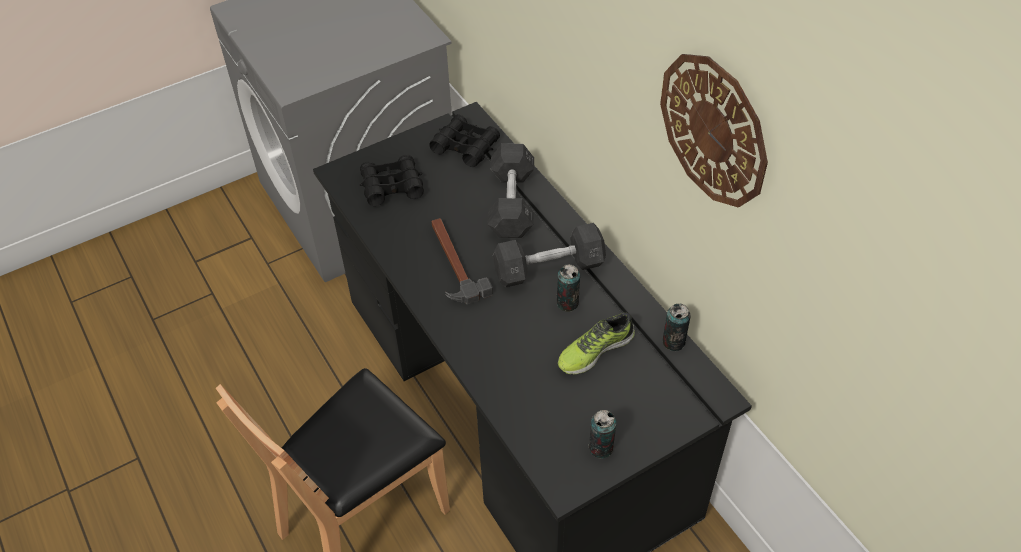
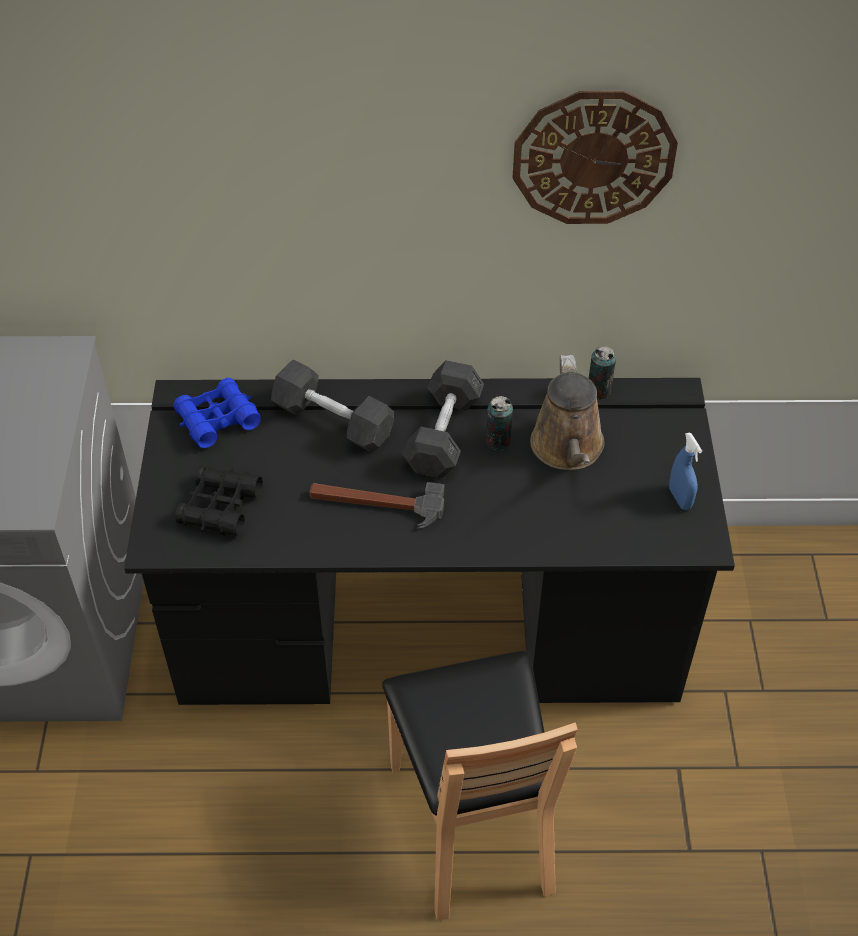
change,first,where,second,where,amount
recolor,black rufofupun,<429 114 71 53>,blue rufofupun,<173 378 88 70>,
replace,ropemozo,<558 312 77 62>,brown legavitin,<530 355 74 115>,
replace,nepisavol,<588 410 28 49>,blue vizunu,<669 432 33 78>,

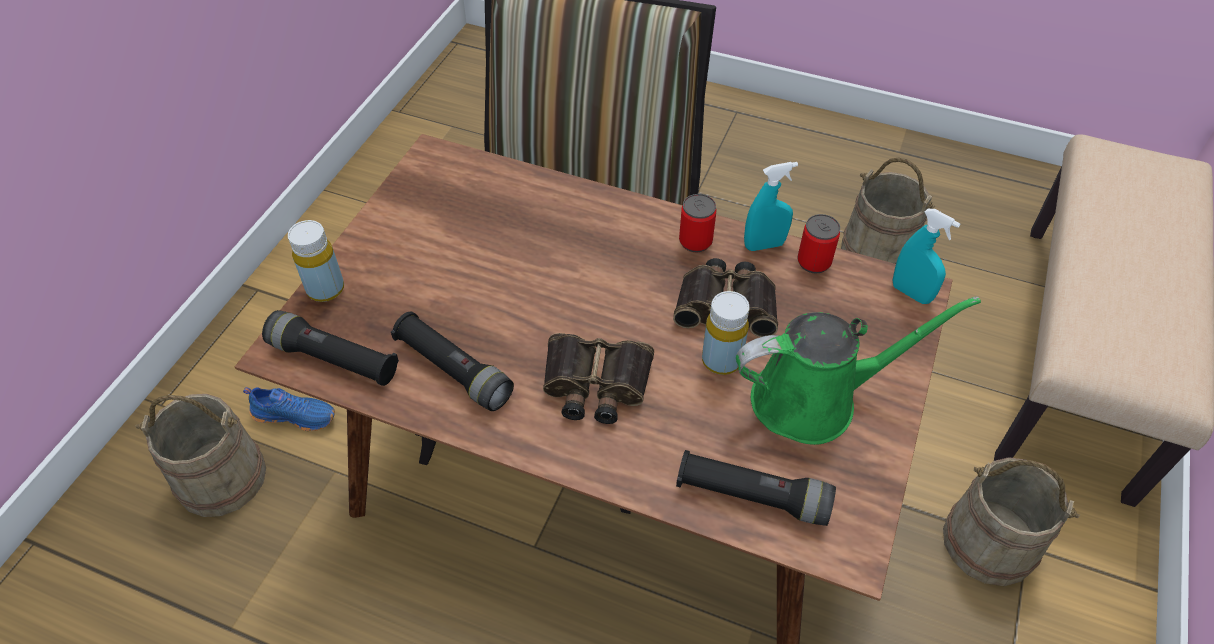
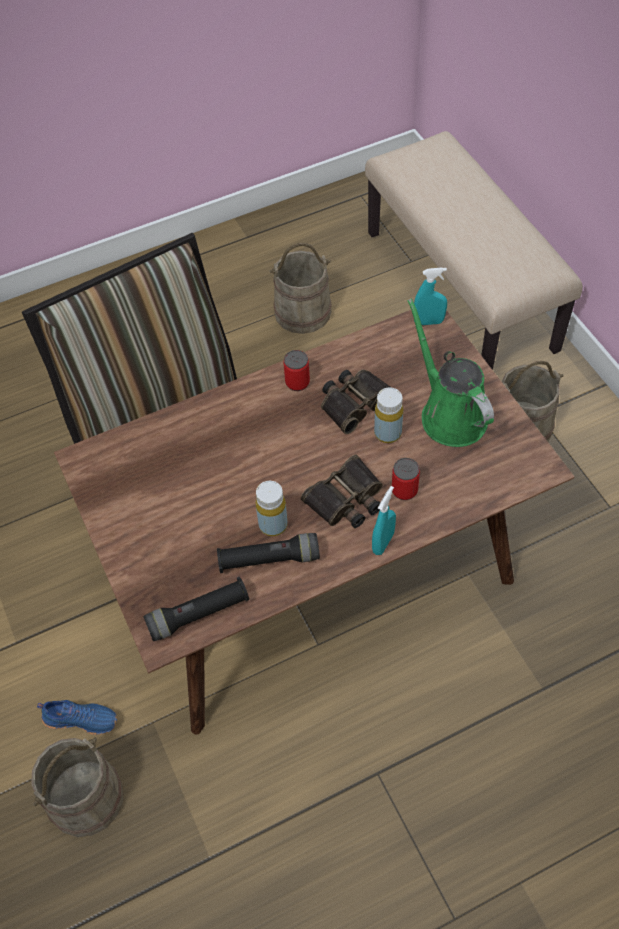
change,first,where,second,where,amount
move,turquoise vizunu,<744 162 54 89>,,<372 486 24 69>,
move,nepisavol,<798 214 42 60>,,<392 458 28 42>,
move,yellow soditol,<288 220 56 82>,,<256 481 32 55>,
rotate,green legavitin,<736 296 245 149>,,<407 298 87 149>,60 degrees counterclockwise
rotate,blue ropemozo,<243 387 92 44>,,<37 700 80 35>,45 degrees clockwise
delete,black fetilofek,<676 450 160 76>,,,

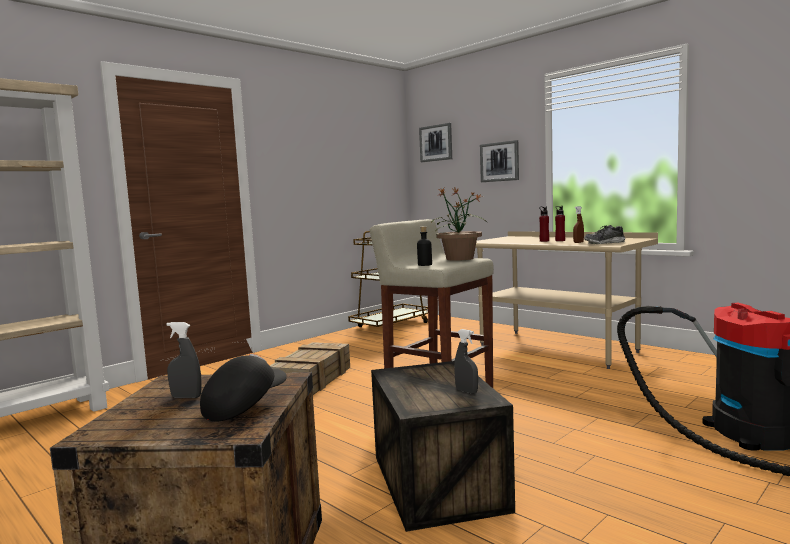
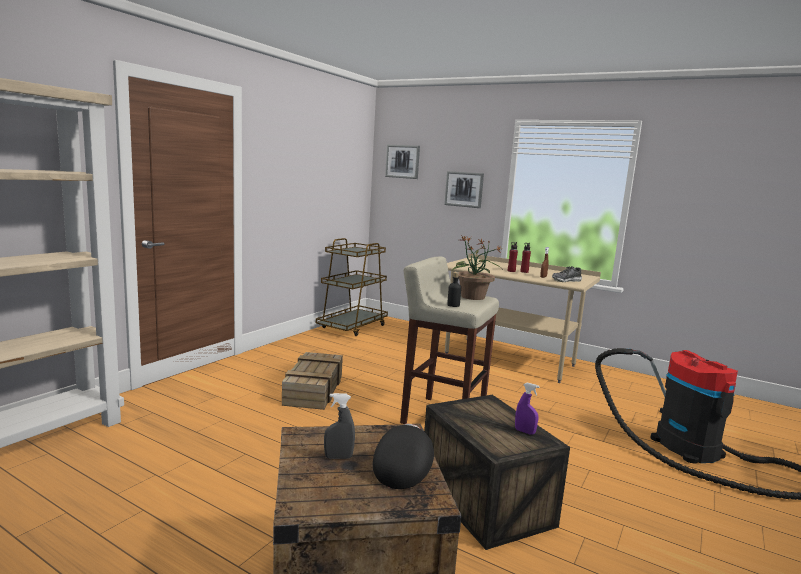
change,first,where,second,where,amount
recolor,grey vizunu,<454 329 24 65>,purple vizunu,<515 383 25 52>,

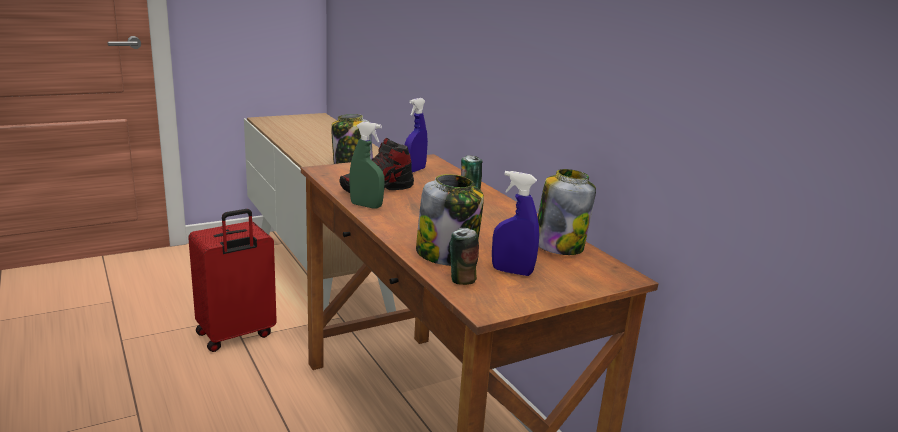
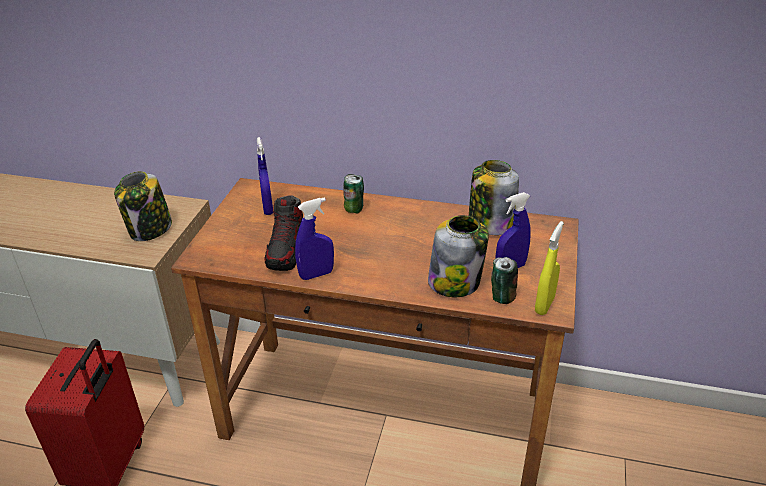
change,first,where,second,where,amount
recolor,green vizunu,<349 122 36 86>,blue vizunu,<295 197 39 83>,
insert,,,yellow vizunu,<535 221 29 94>,

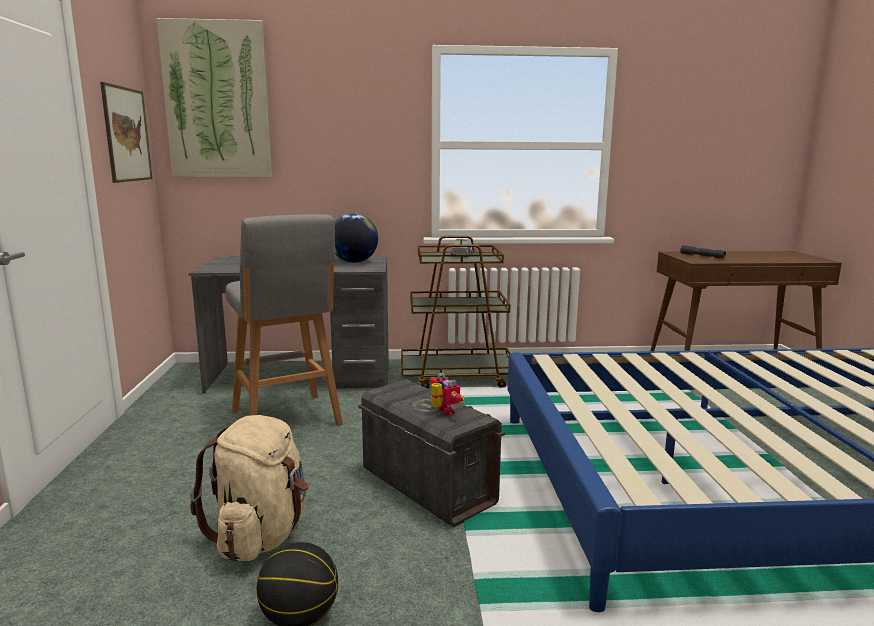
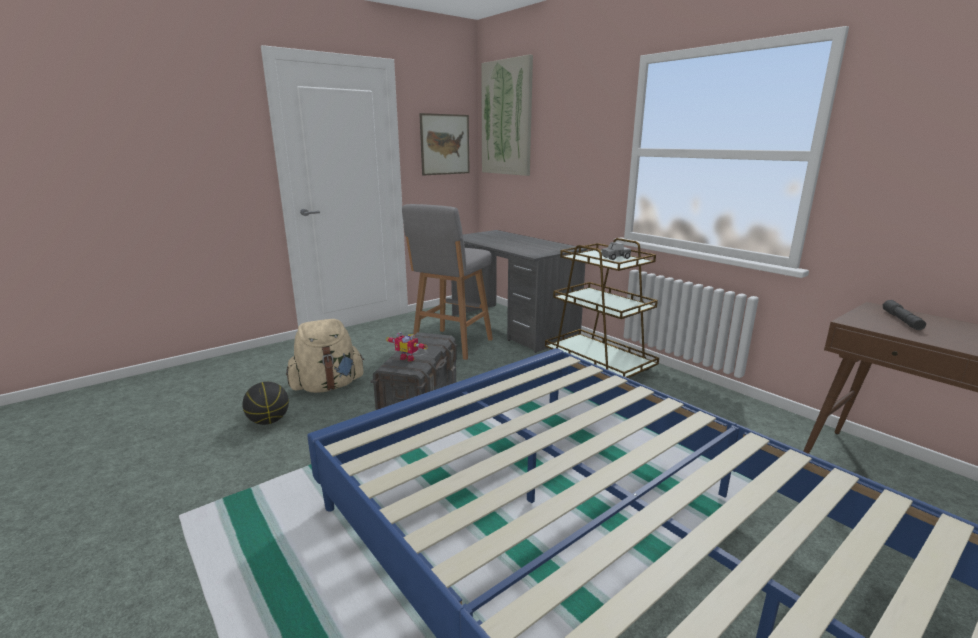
change,first,where,second,where,amount
delete,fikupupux,<334 213 44 50>,,,
rotate,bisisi,<430 373 34 43>,,<386 332 42 30>,90 degrees clockwise

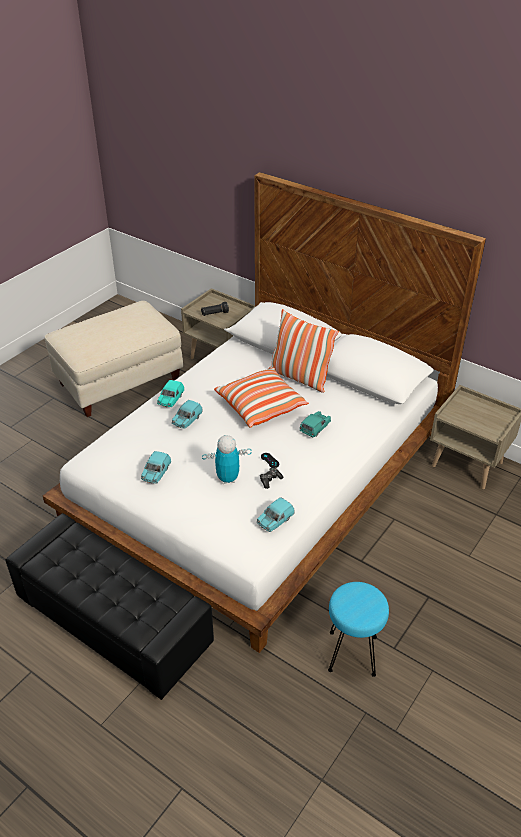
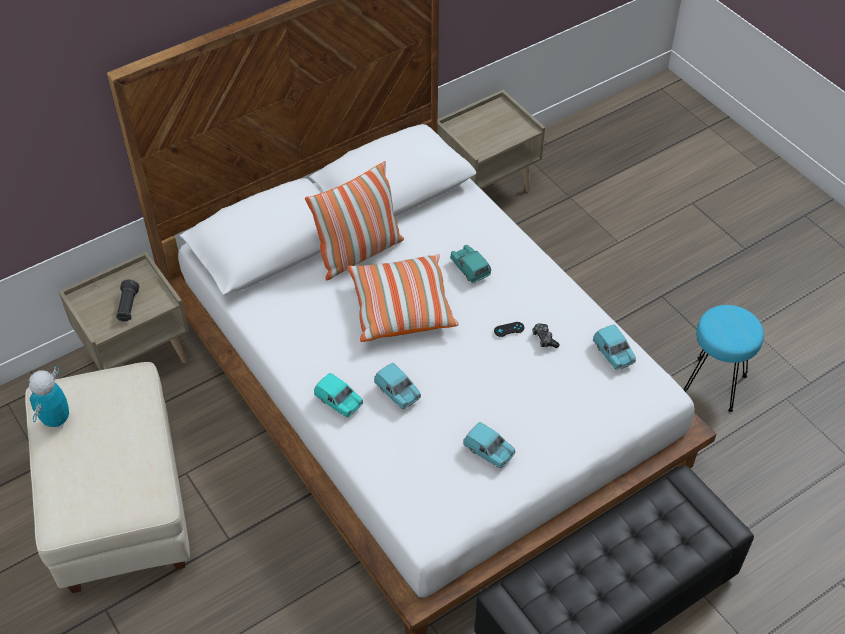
change,first,where,second,where,amount
move,bisisi,<202 435 49 49>,,<29 366 40 62>,

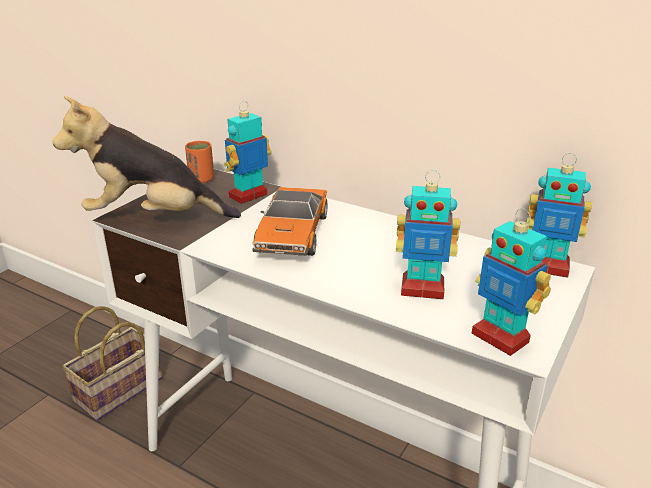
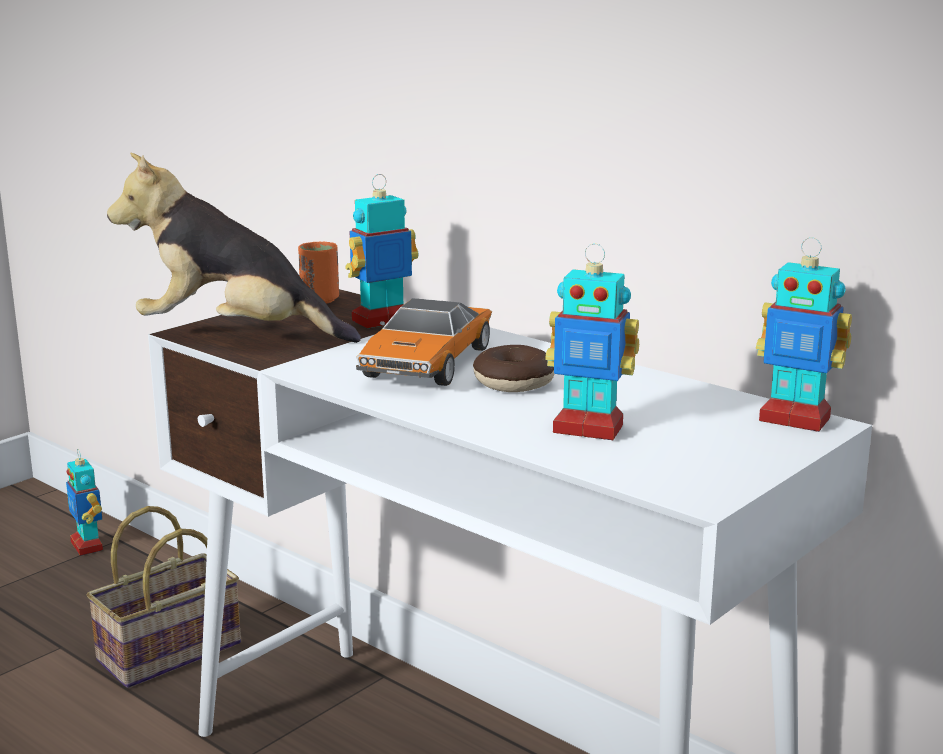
change,first,where,second,where,amount
move,bisisi,<472 208 79 148>,,<66 449 37 107>,
insert,,,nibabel,<473 345 81 47>,

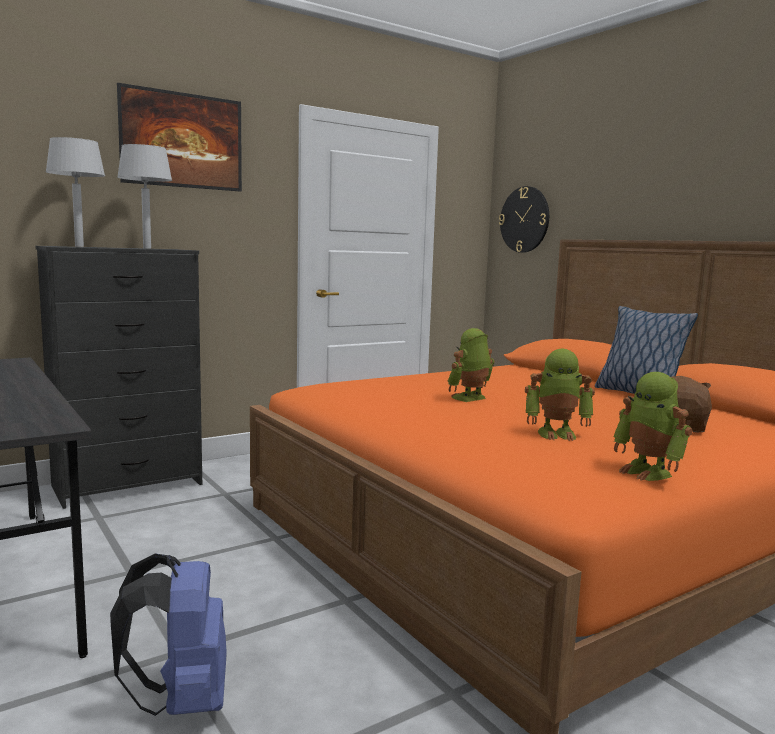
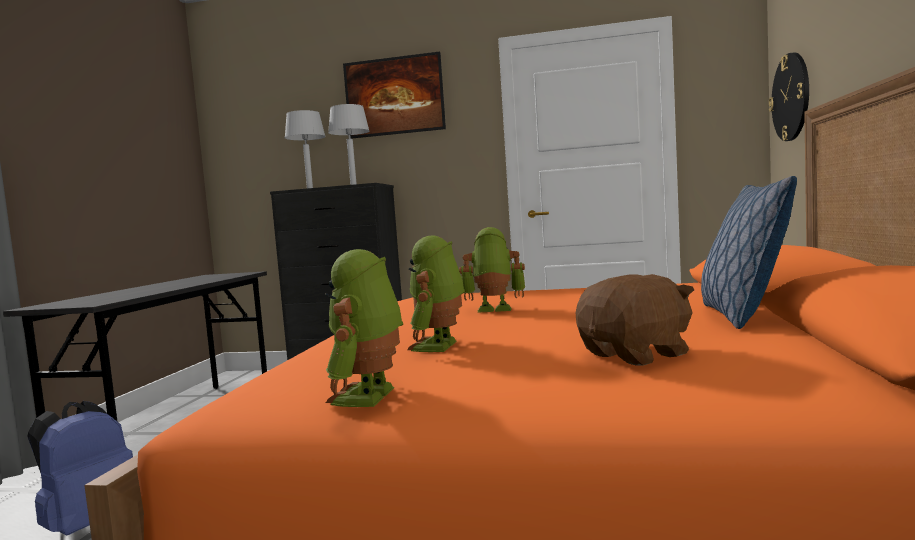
change,first,where,second,where,amount
rotate,bisisi,<525 348 70 93>,,<407 235 58 117>,60 degrees clockwise

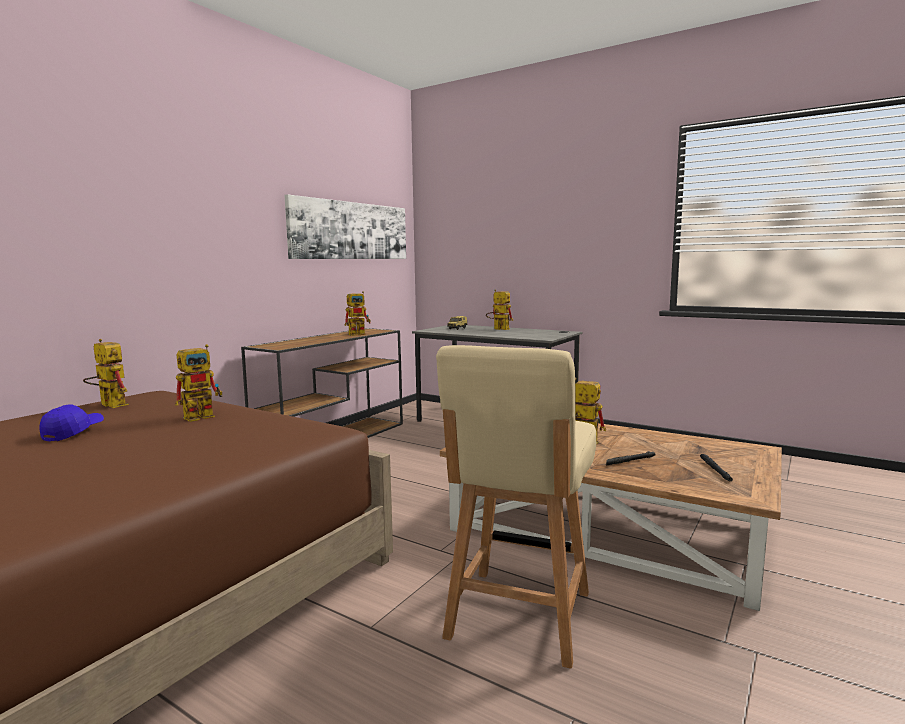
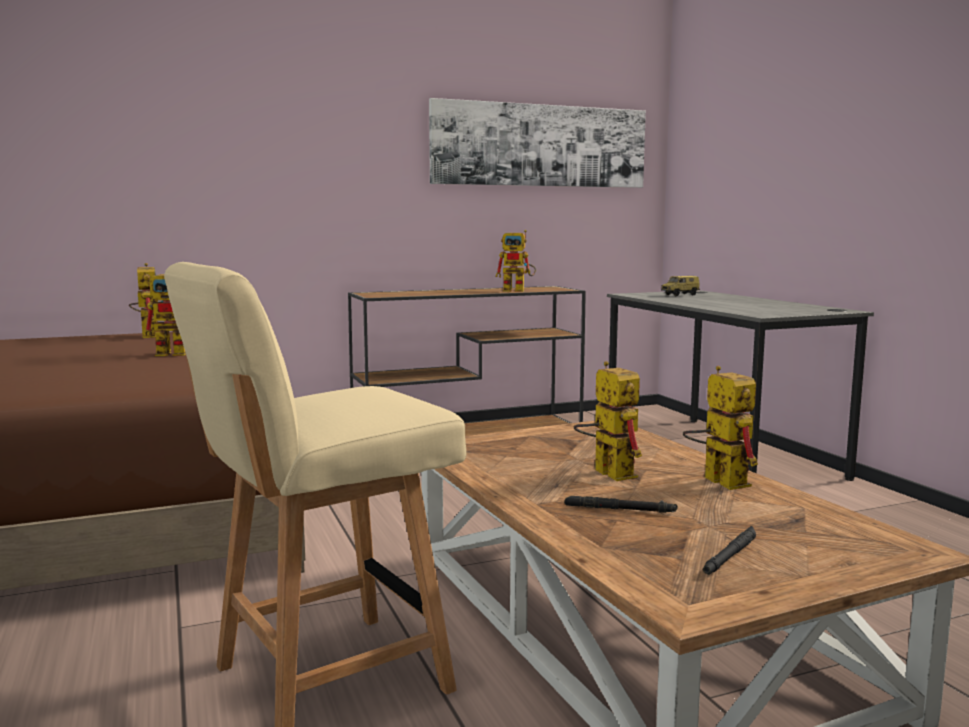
change,first,where,second,where,amount
move,bisisi,<486 289 27 41>,,<683 366 75 124>,
delete,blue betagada,<39 404 65 37>,,,

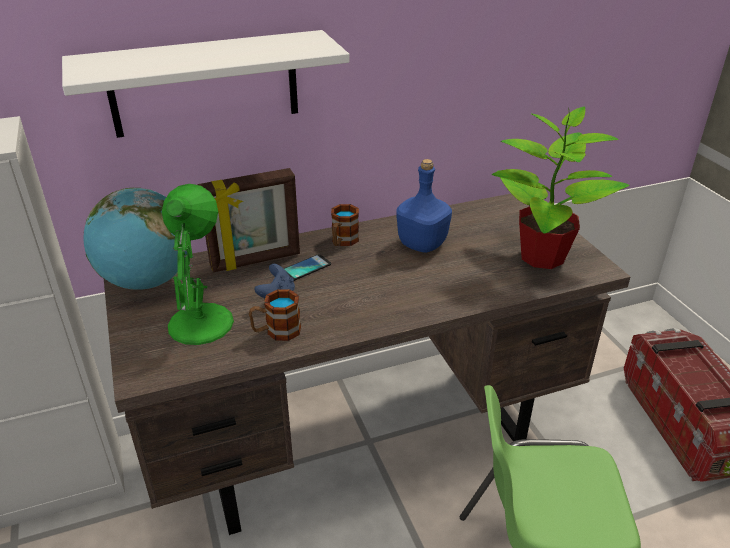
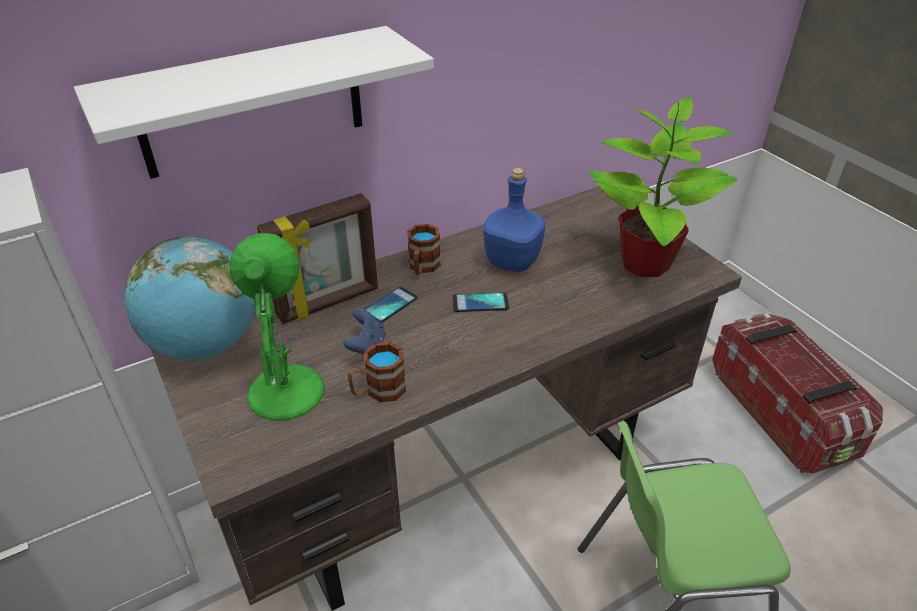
change,first,where,second,where,amount
insert,,,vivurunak,<453 293 56 19>,

